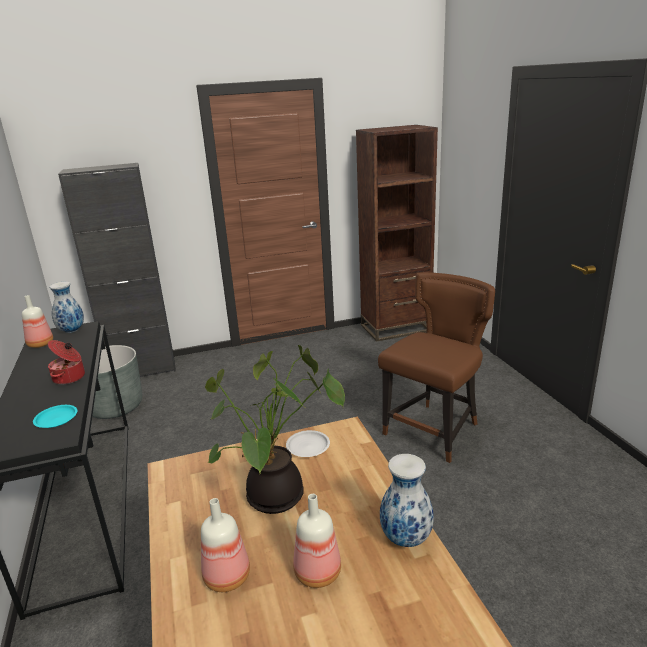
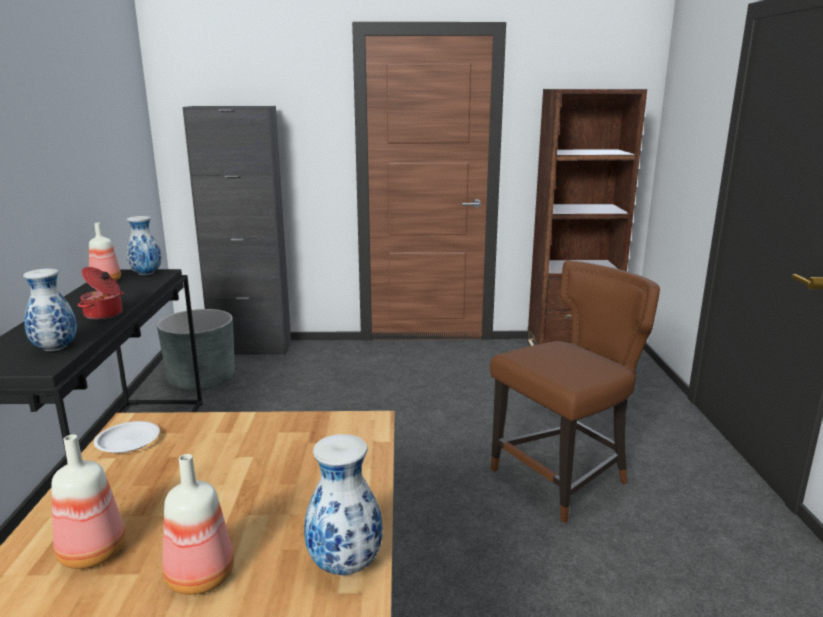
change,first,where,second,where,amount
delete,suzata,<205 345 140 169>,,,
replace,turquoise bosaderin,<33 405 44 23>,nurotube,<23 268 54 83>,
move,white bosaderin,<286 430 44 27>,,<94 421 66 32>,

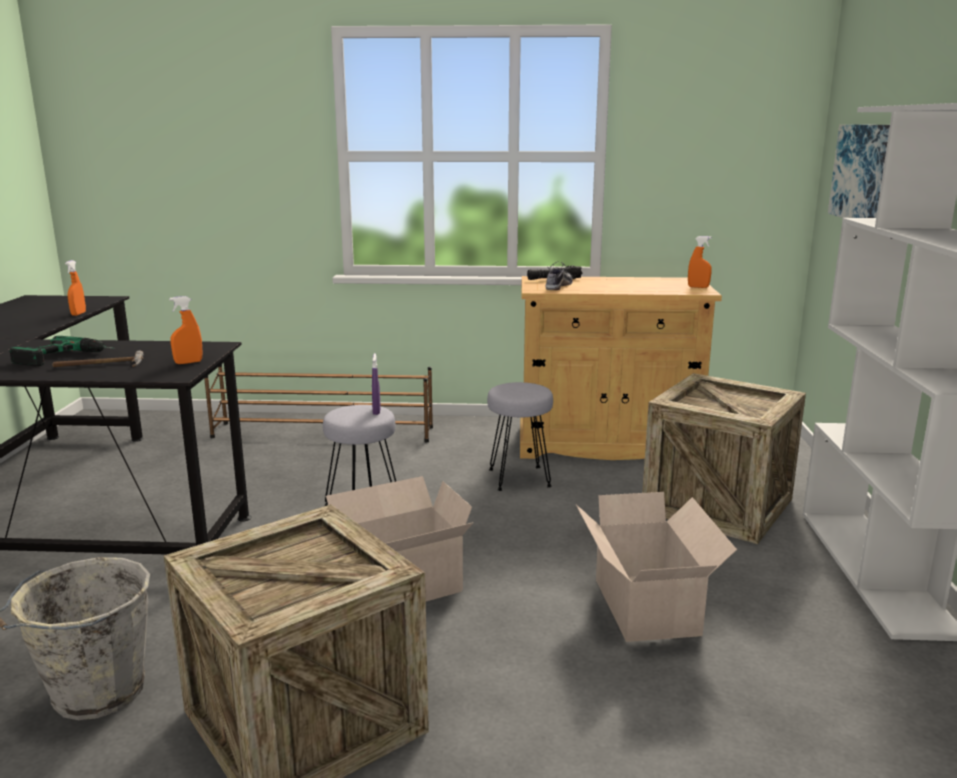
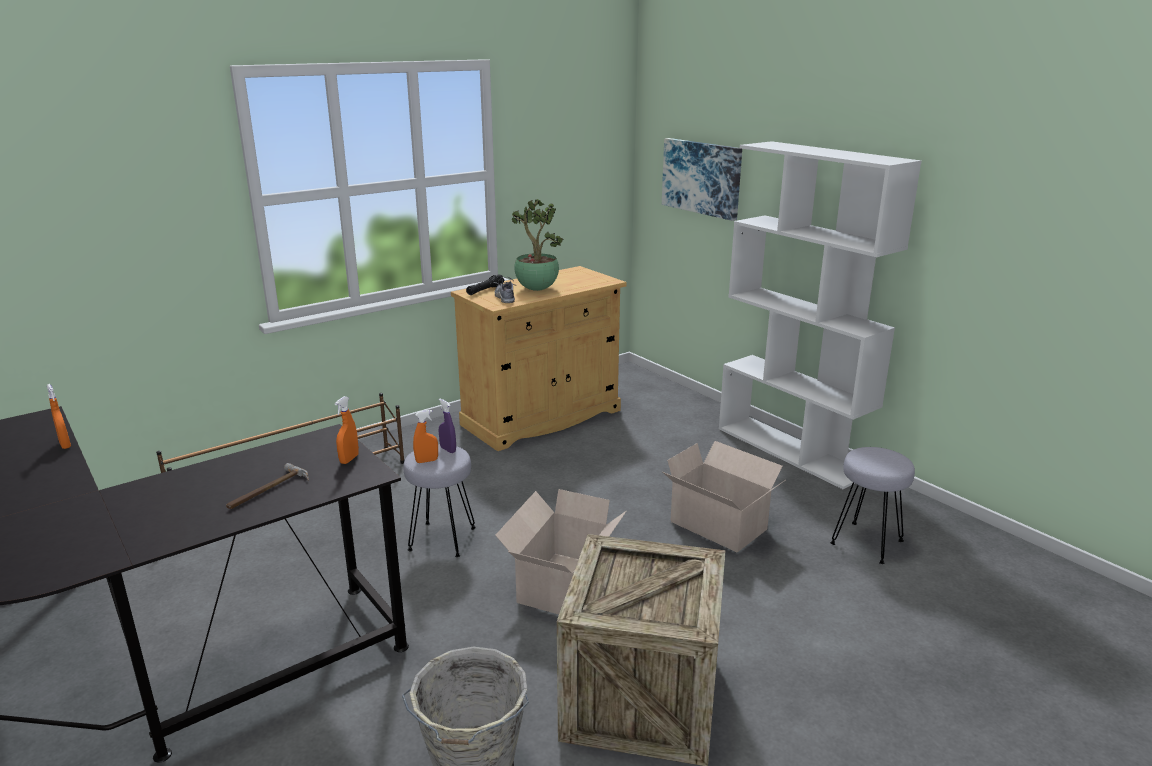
change,first,where,second,where,amount
move,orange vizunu,<688 236 24 52>,,<413 410 25 53>,
delete,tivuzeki,<9 336 107 30>,,,
delete,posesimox,<642 373 164 171>,,,
move,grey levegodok,<487 382 66 109>,,<830 447 85 117>,
insert,,,suzata,<512 199 52 92>,

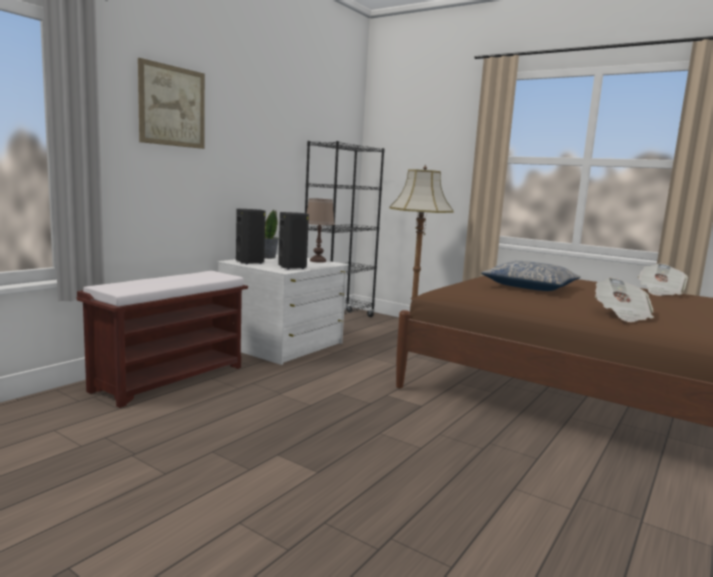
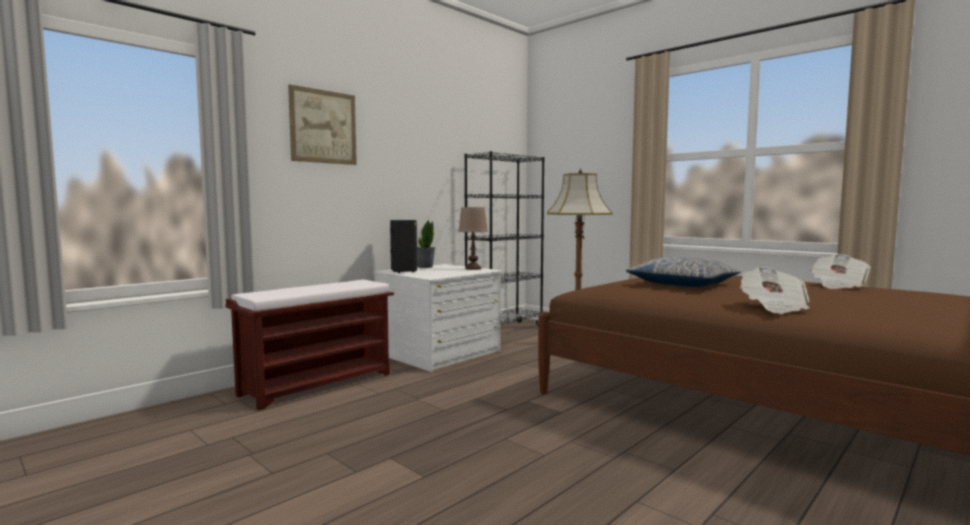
change,first,where,second,where,amount
delete,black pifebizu,<278 212 31 57>,,,

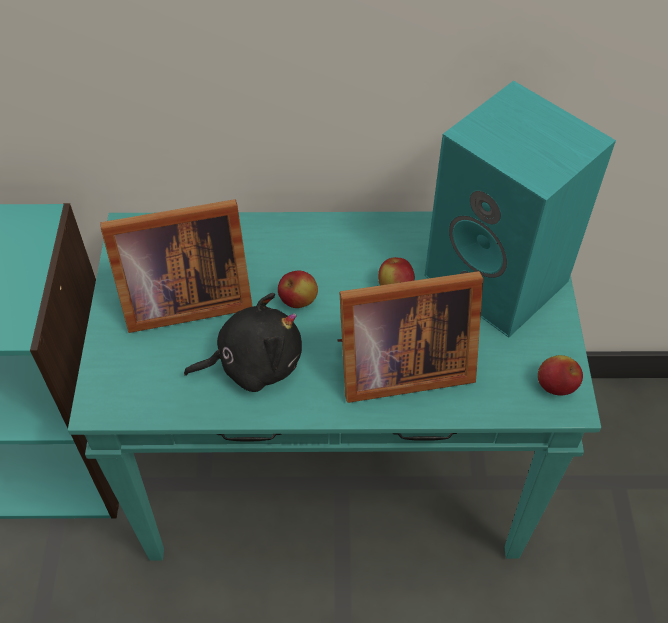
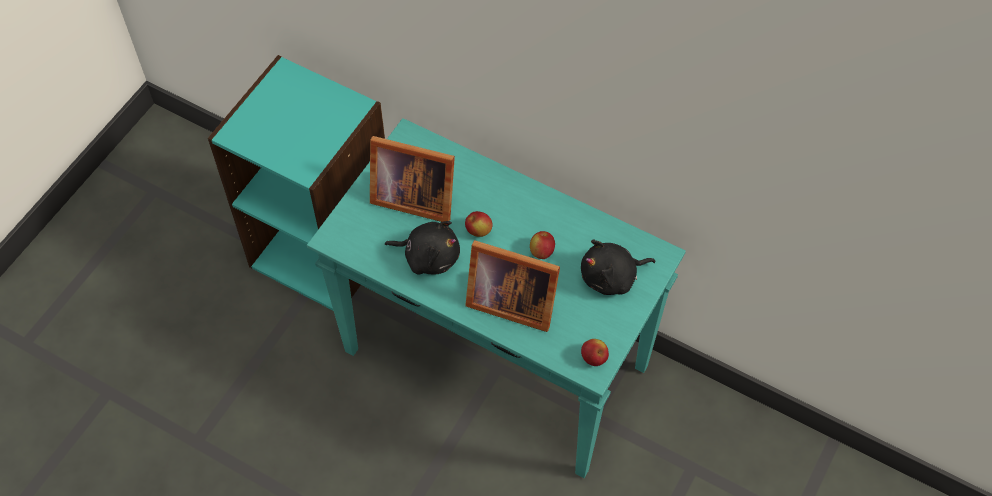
change,first,where,second,where,amount
replace,turquoise pifebizu,<424 81 192 257>,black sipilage,<581 240 75 55>,

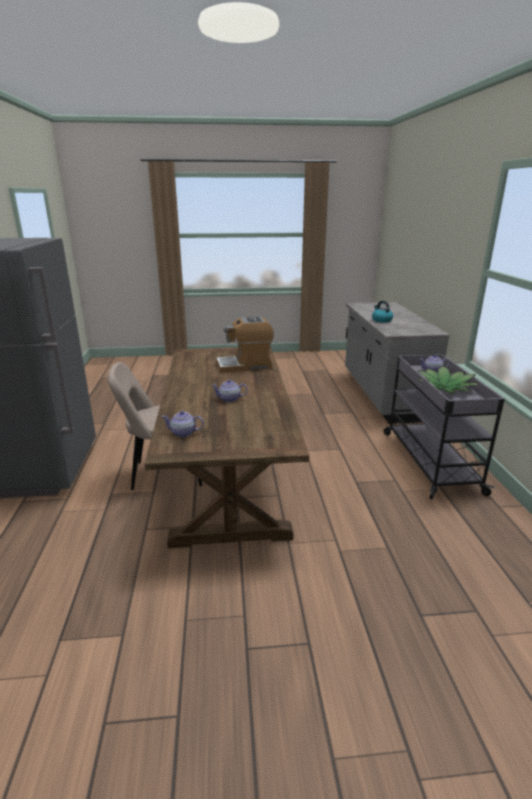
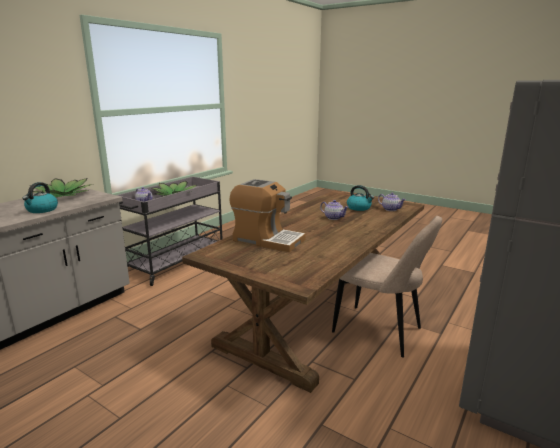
change,first,where,second,where,amount
insert,,,suzata,<33 178 59 19>,
insert,,,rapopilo,<347 185 27 26>,

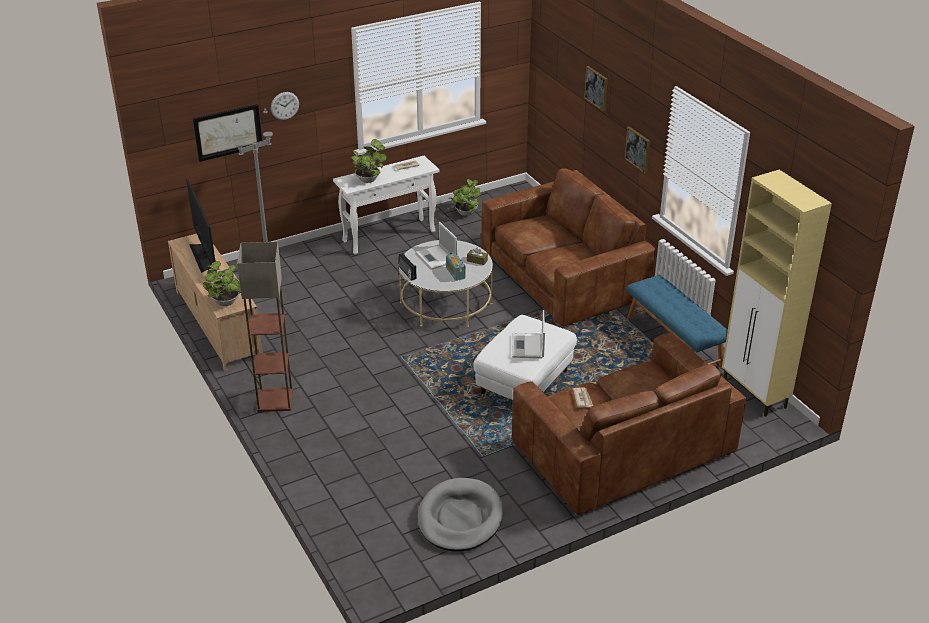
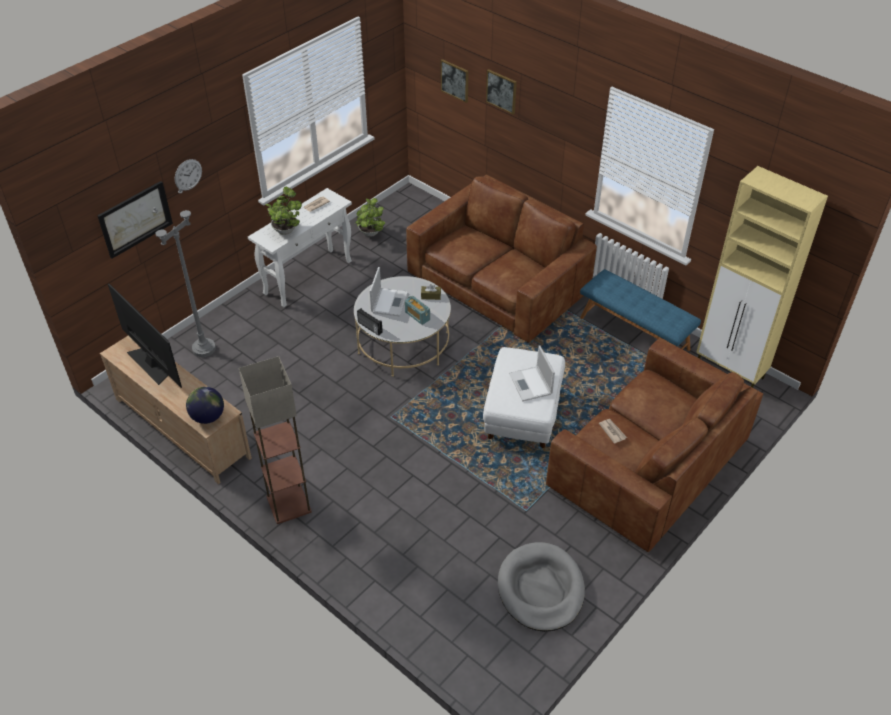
change,first,where,second,where,amount
move,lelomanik,<624 126 26 48>,,<441 59 28 44>,
rotate,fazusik,<416 222 41 47>,,<370 267 38 50>,120 degrees counterclockwise
replace,suzata,<203 261 38 45>,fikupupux,<186 387 38 37>,

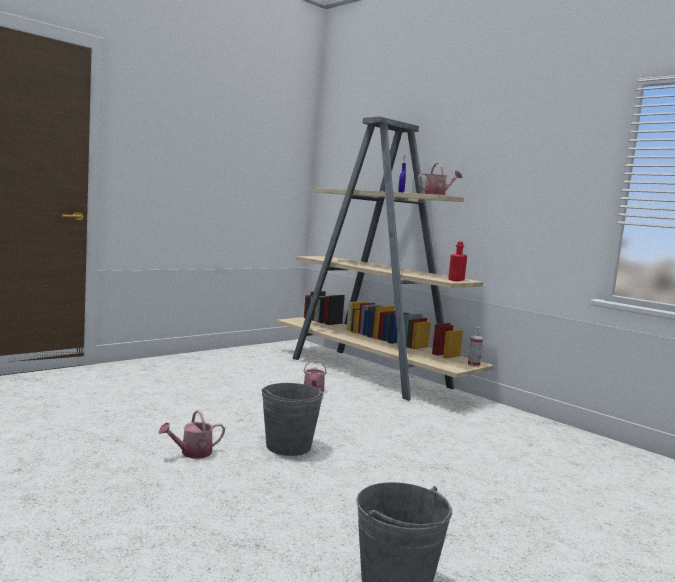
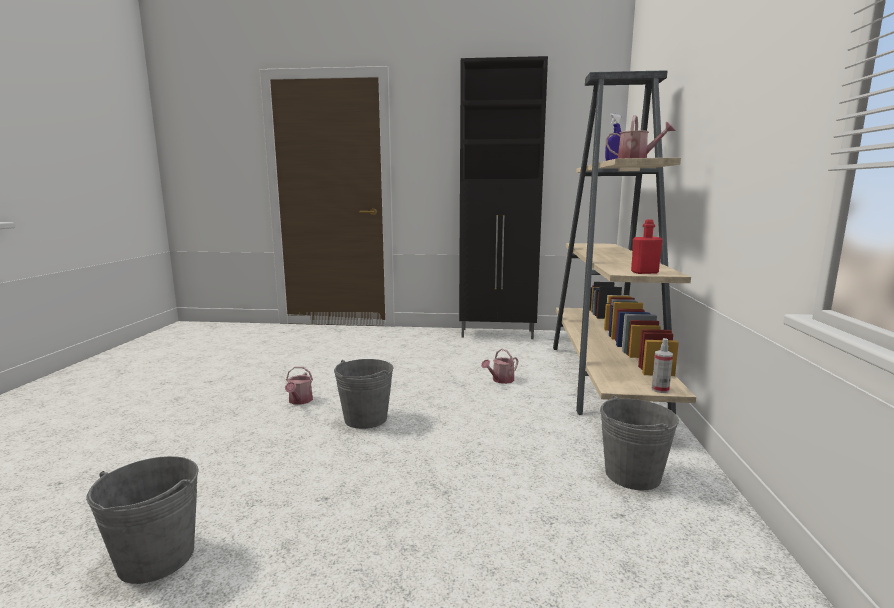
change,first,where,second,where,amount
rotate,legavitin,<159 410 66 49>,,<285 367 28 38>,105 degrees counterclockwise
insert,,,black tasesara,<459 56 89 283>,
insert,,,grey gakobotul,<600 395 79 95>,

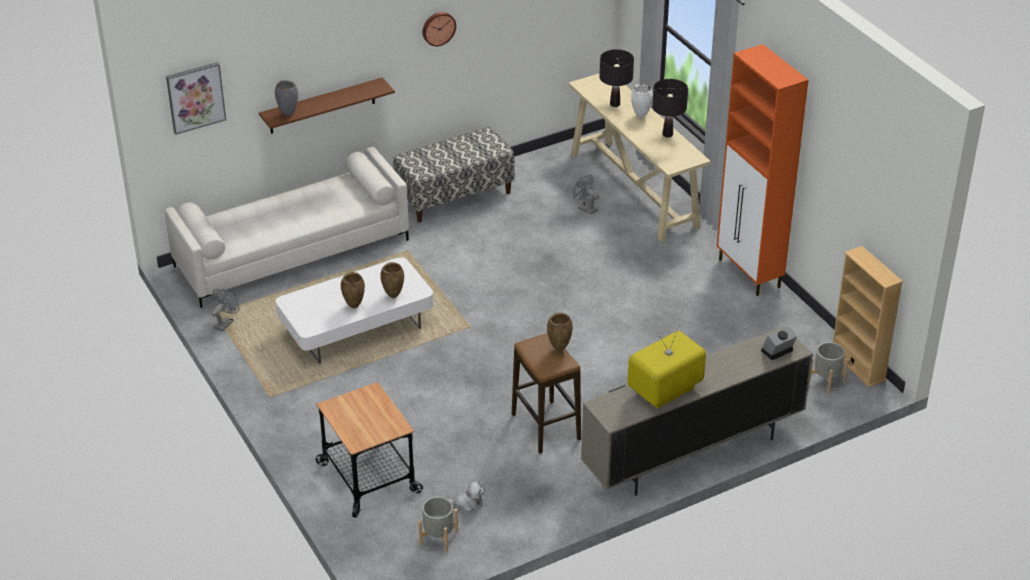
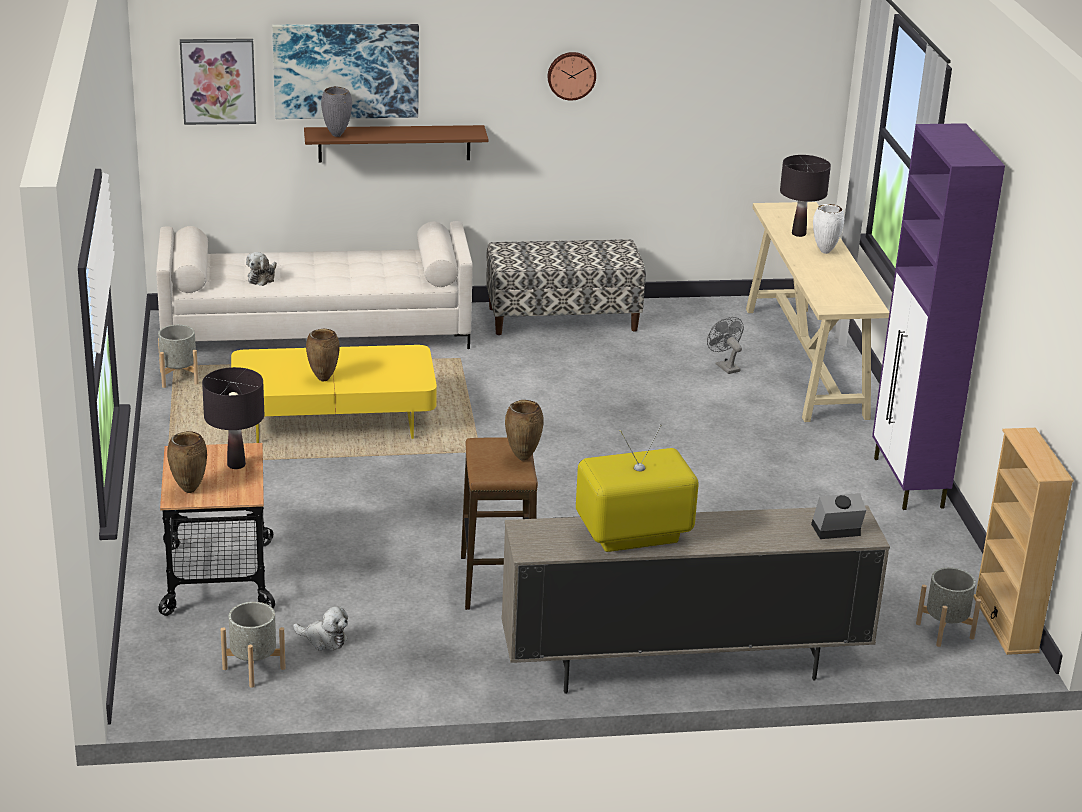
change,first,where,second,where,amount
recolor,orange tasesara,<717 44 92 252>,purple tasesara,<872 123 133 387>,
move,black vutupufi,<652 79 36 58>,,<202 367 62 102>,
recolor,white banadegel,<276 257 157 107>,yellow banadegel,<231 345 206 98>,
move,brown nurotube,<380 262 24 36>,,<167 431 40 62>,
replace,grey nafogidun,<211 289 28 42>,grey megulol,<158 325 41 63>,
insert,,,lelomanik,<272 24 147 95>,
insert,,,sipilage,<246 252 31 34>,

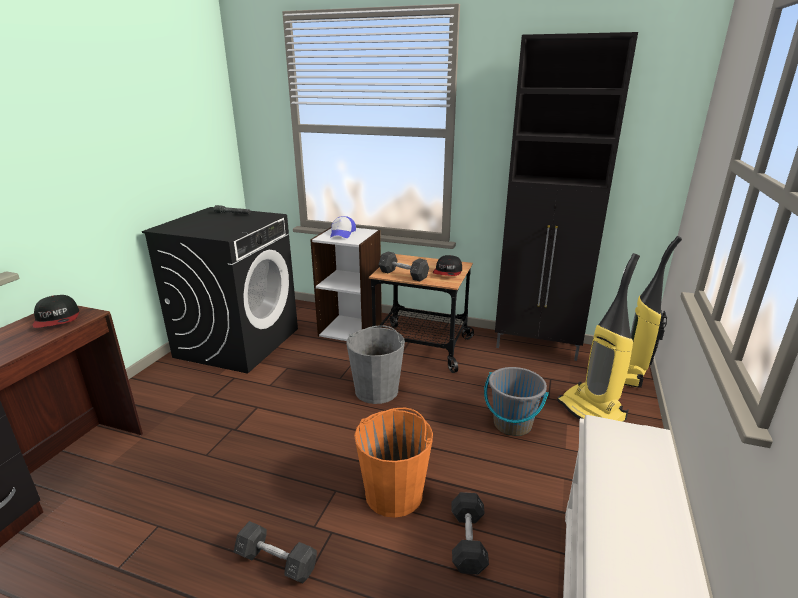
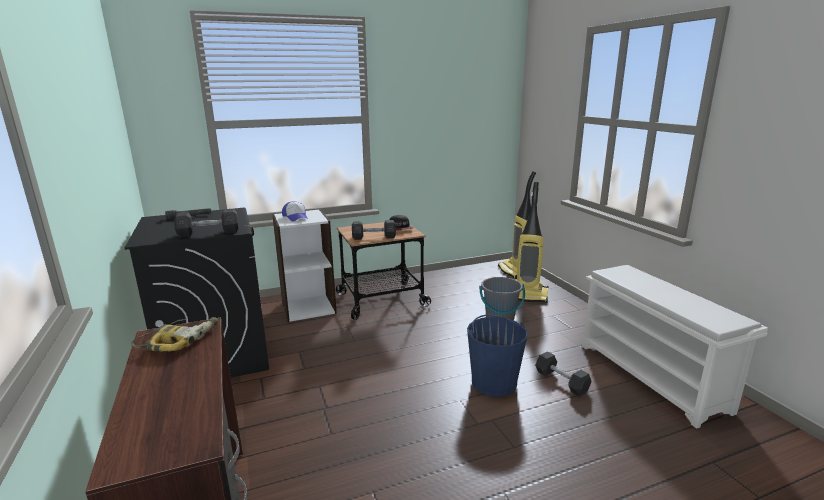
change,first,where,second,where,amount
delete,black tasesara,<495 32 143 329>,,,
replace,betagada,<32 295 47 33>,tivuzeki,<131 317 87 35>,
delete,grey gakobotul,<347 325 58 79>,,,
recolor,orange gakobotul,<354 408 79 110>,blue gakobotul,<467 315 61 82>,
move,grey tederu,<234 521 83 62>,,<174 209 65 29>,

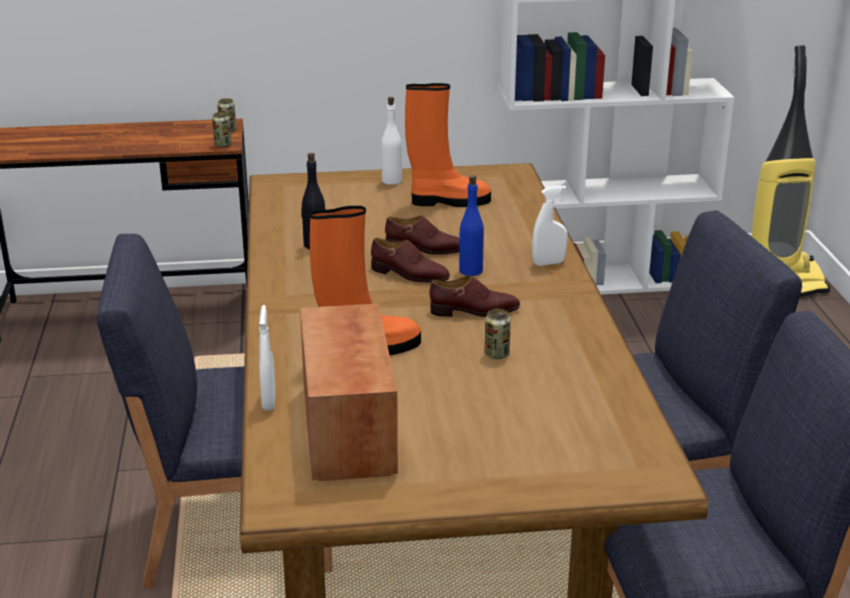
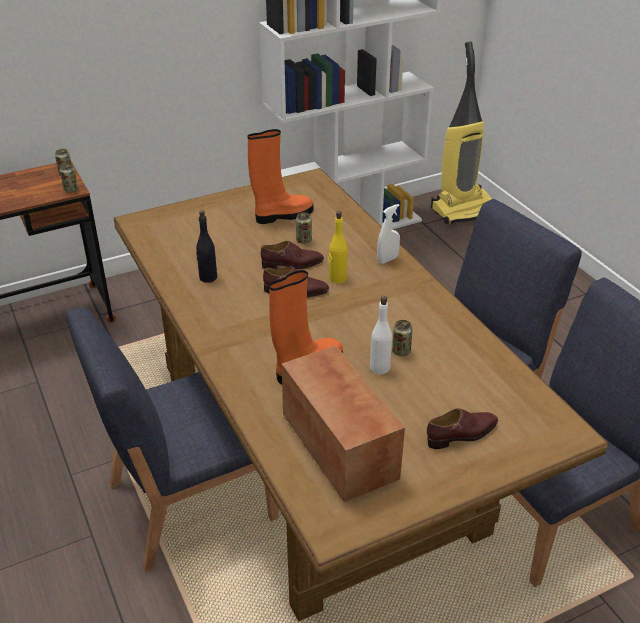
change,first,where,second,where,amount
move,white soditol,<381 97 21 88>,,<370 296 22 78>,
recolor,blue soditol,<459 175 25 101>,yellow soditol,<329 211 19 72>,
move,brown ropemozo,<430 275 90 42>,,<427 408 71 41>,
delete,white vizunu,<259 305 17 105>,,,
insert,,,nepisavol,<296 212 16 32>,

